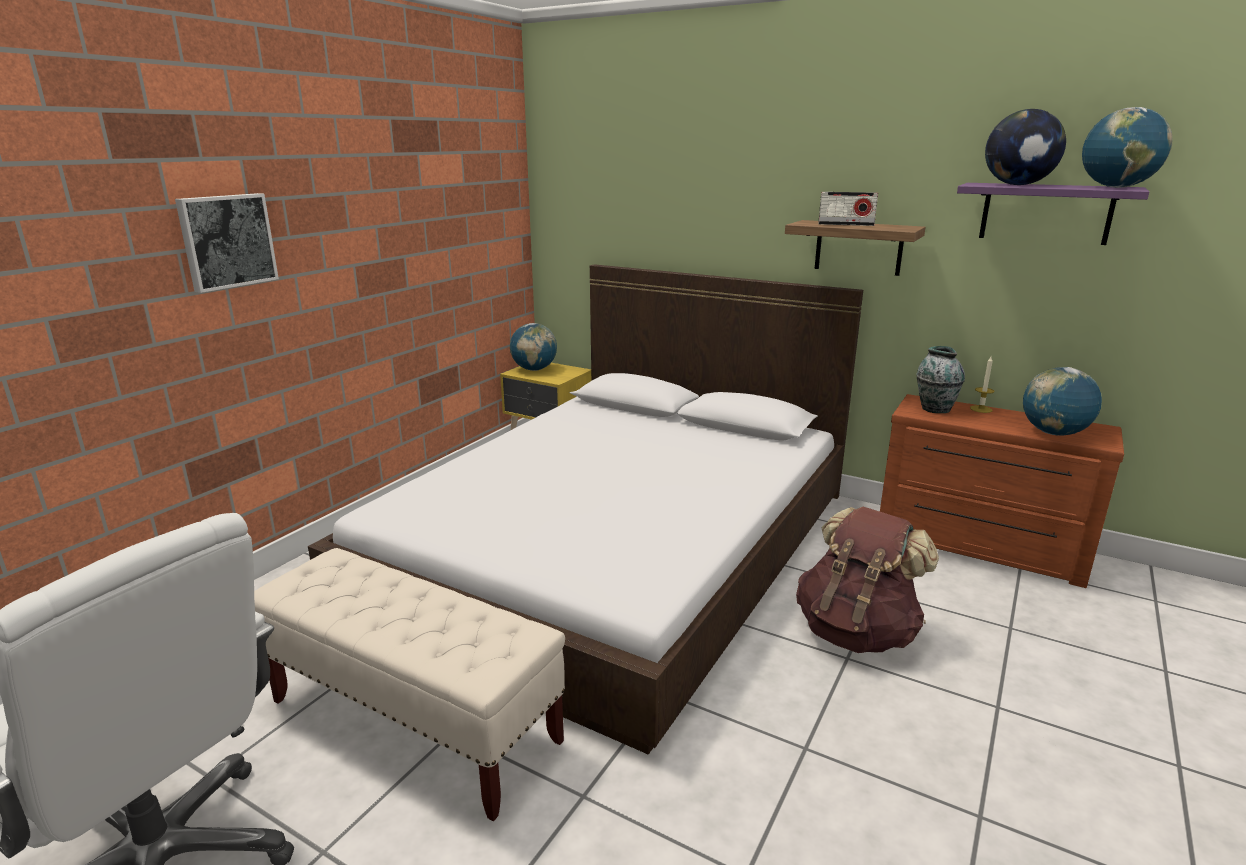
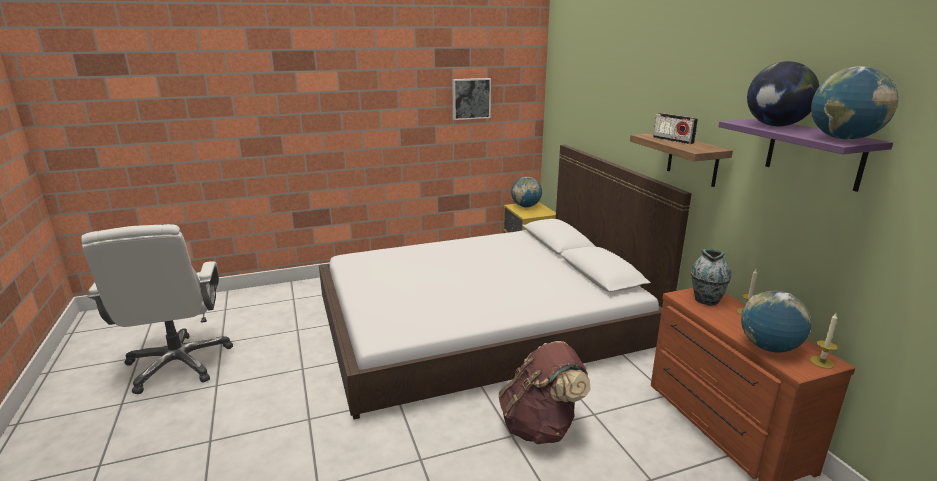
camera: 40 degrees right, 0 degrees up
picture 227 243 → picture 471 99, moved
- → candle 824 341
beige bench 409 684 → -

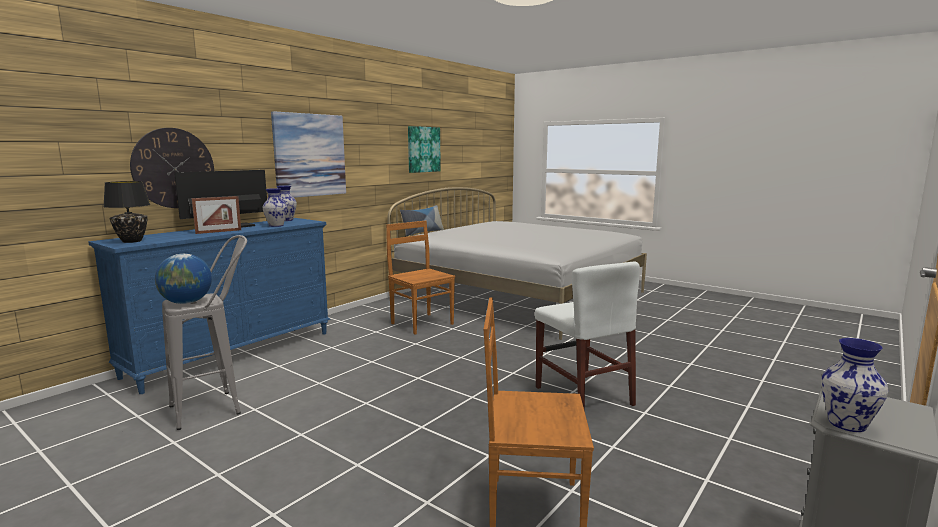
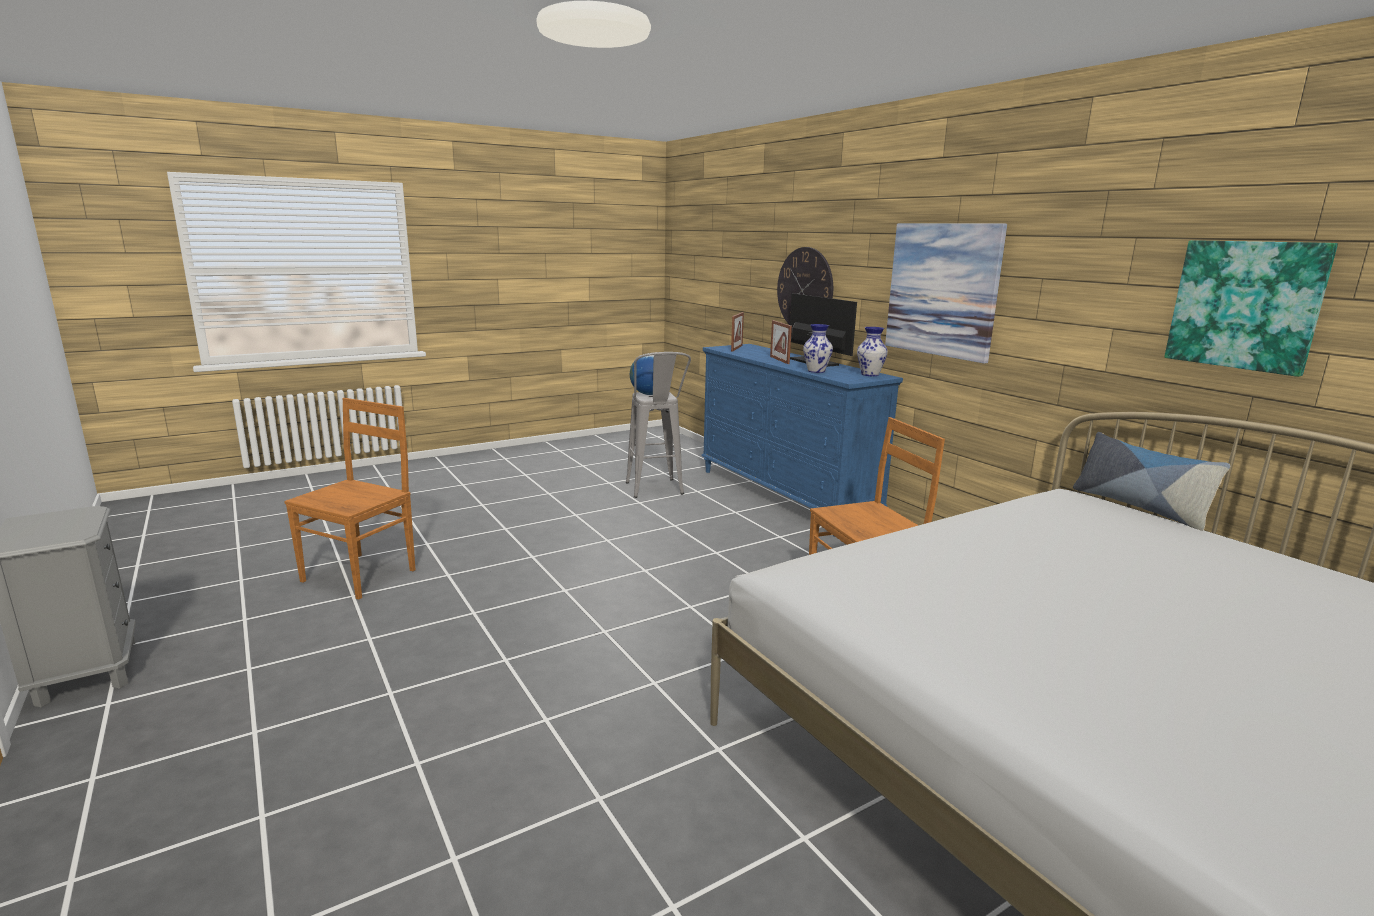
camera: 110 degrees right, 5 degrees up
black table lamp 126 212 → picture frame 737 332
white chair 587 336 → -
vase 855 385 → -

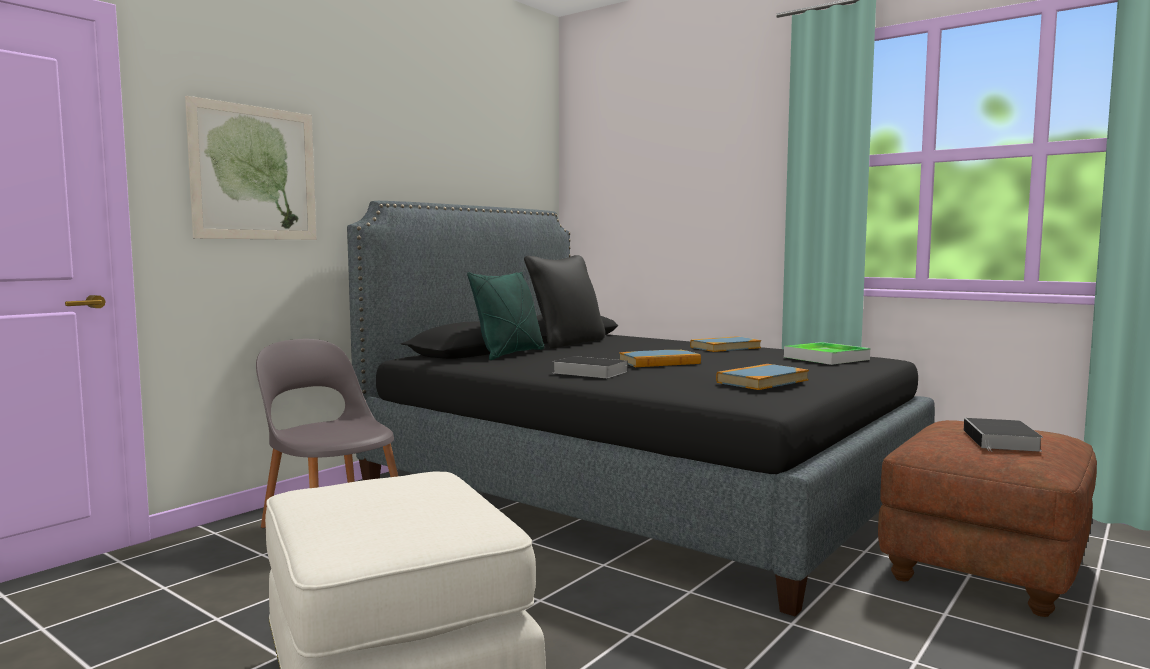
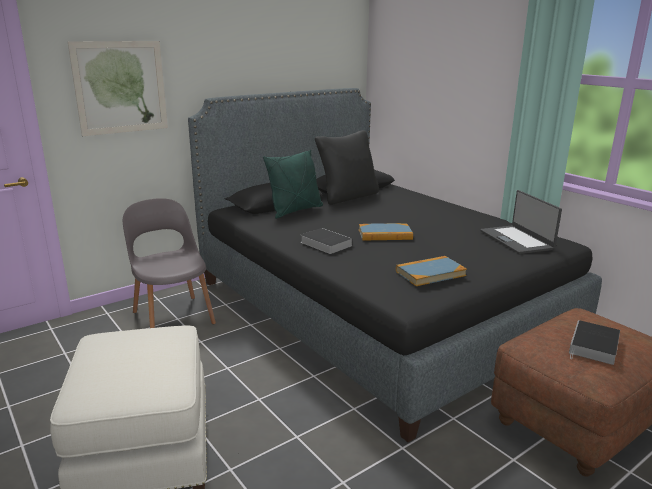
camera: 15 degrees right, 15 degrees up
tray 827 353 → laptop 521 222
book 725 344 → -

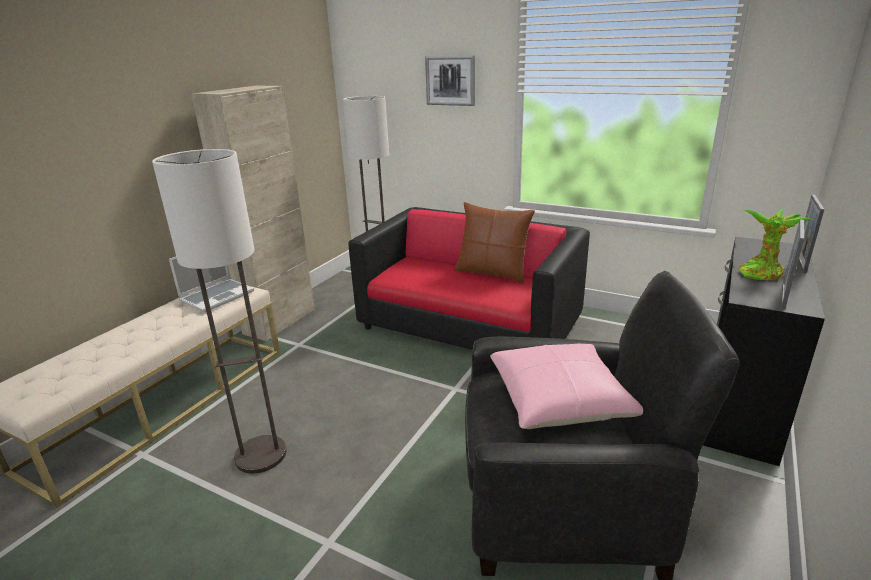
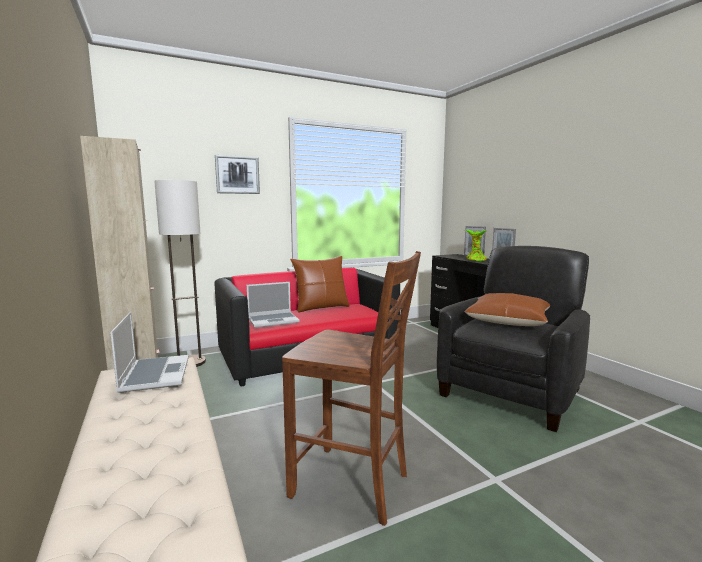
camera: 55 degrees left, 15 degrees down
- → laptop 273 305
floor lamp 219 311 → brown chair 351 388
pink pillow 566 386 → brown pillow 507 309

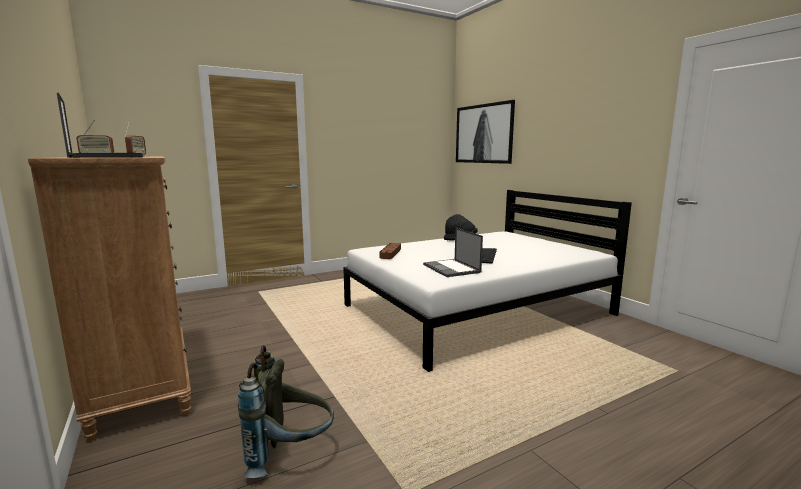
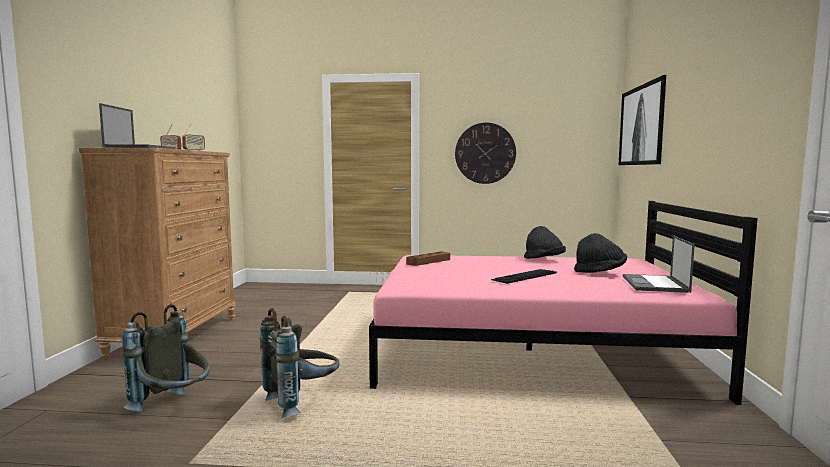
camera: 35 degrees right, 5 degrees down
- → grey backpack 300 363
white bed 487 281 → pink bed 563 303
- → wall clock 485 153
- → black hat 600 253
laptop 453 252 → laptop 659 264, moved

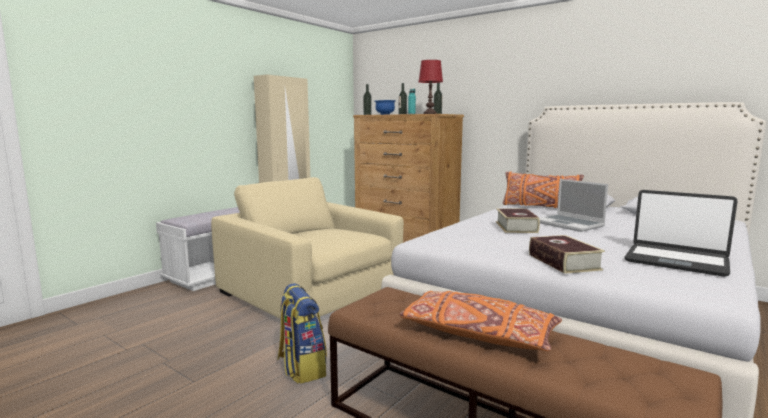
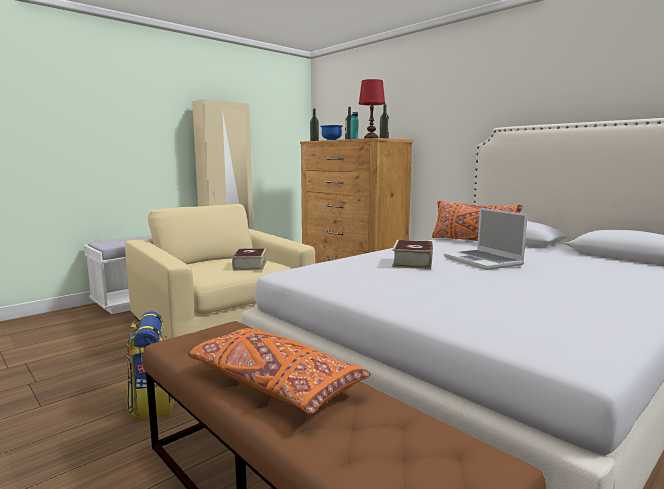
camera: 10 degrees right, 0 degrees up
book 567 254 → book 249 259, moved
laptop 681 233 → -

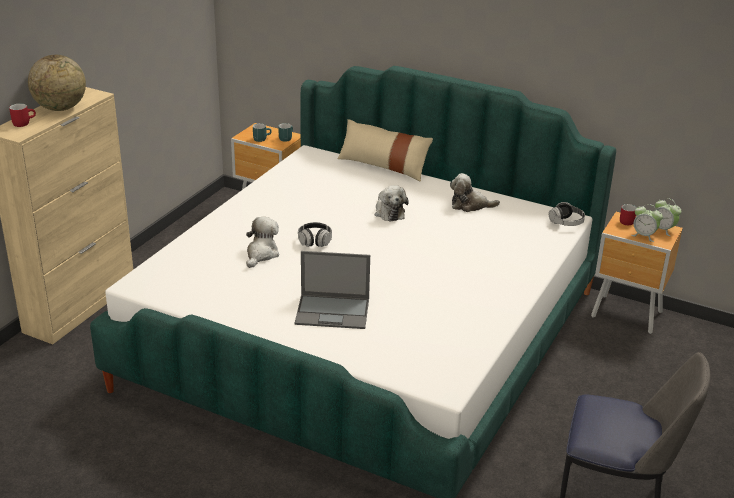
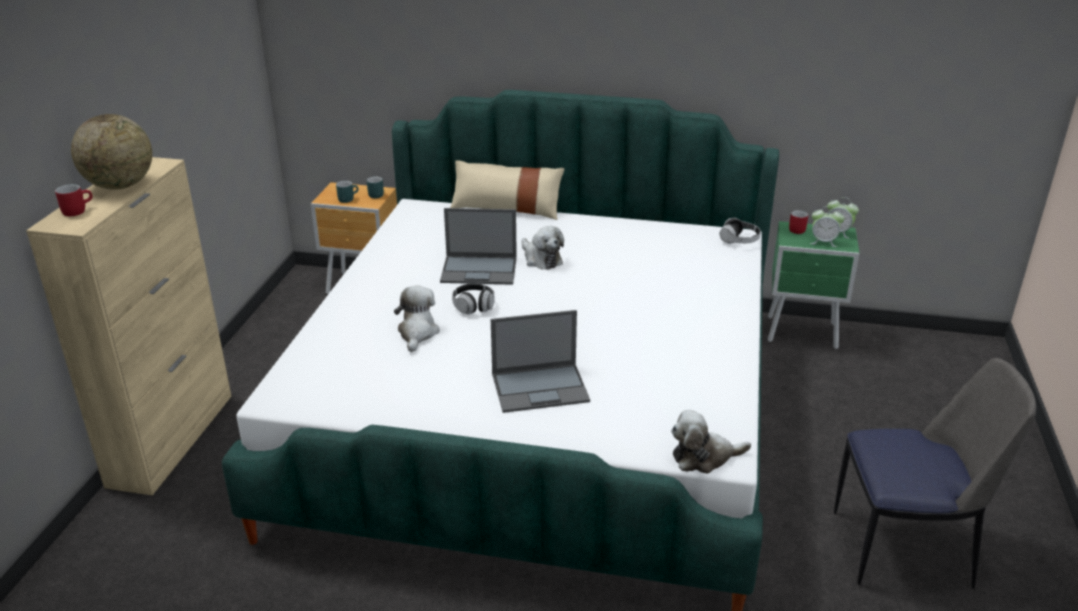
camera: 15 degrees left, 0 degrees up
- → laptop 478 246
plush toy 475 192 → plush toy 711 442, moved
brown nightstand 637 273 → green nightstand 813 285

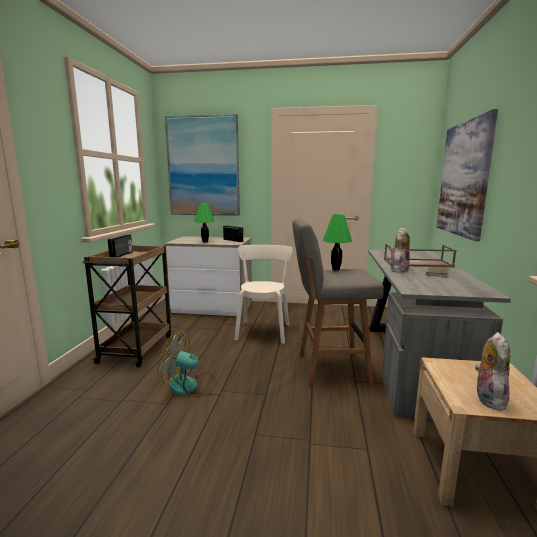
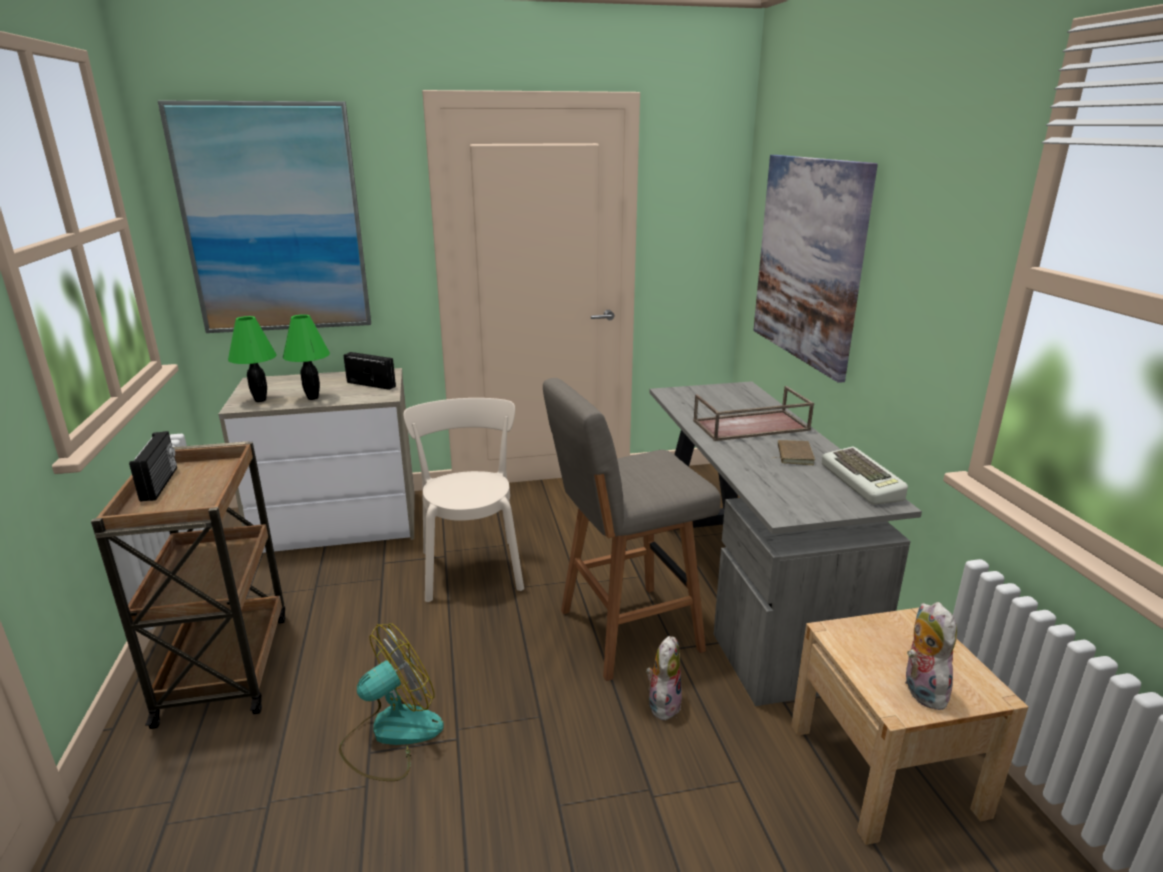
camera: 20 degrees left, 10 degrees up
green table lamp 337 242 → green table lamp 252 359, moved
fan 187 364 → fan 391 702, 150 degrees clockwise
plush toy 400 250 → plush toy 664 678, moved
- → keyboard 865 476

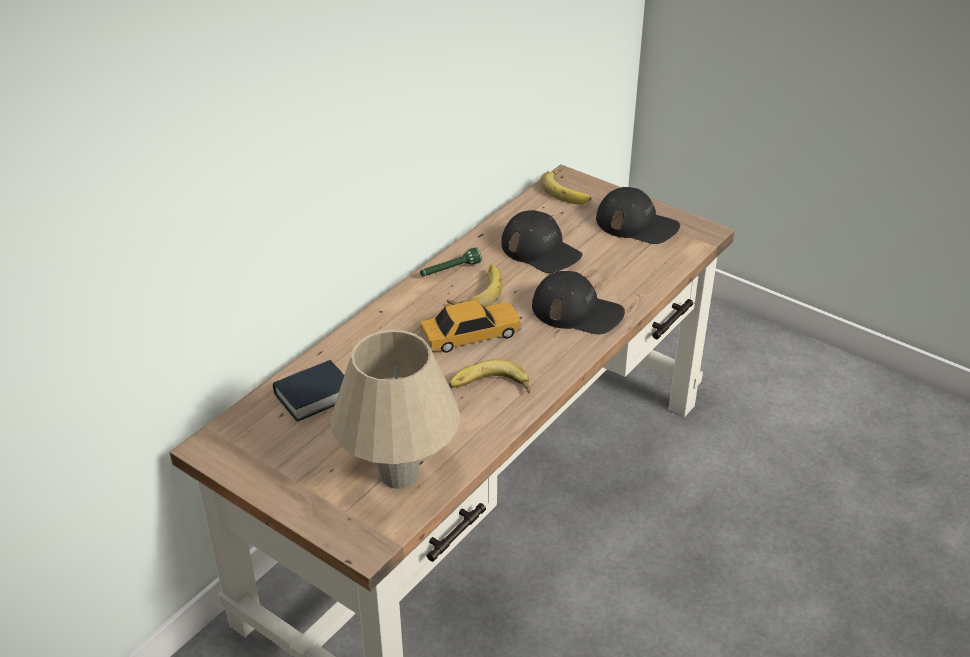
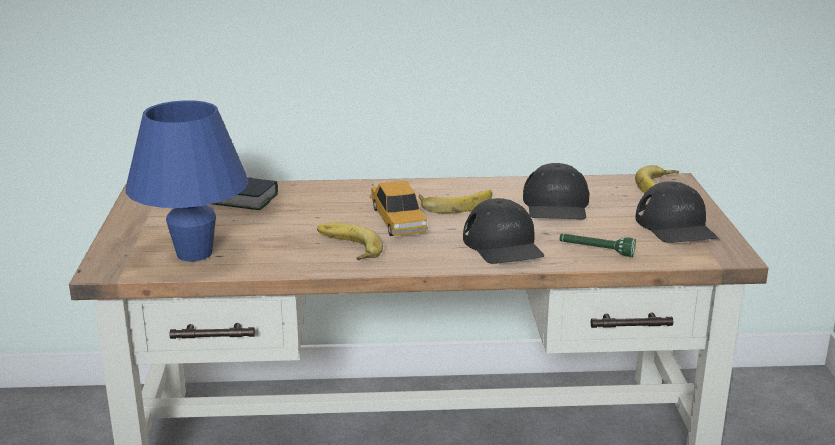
camera: 50 degrees right, 15 degrees down
beige table lamp 395 409 → blue table lamp 187 180
toy car 470 326 → toy car 399 208, 45 degrees clockwise
green flashlight 451 262 → green flashlight 598 245, moved

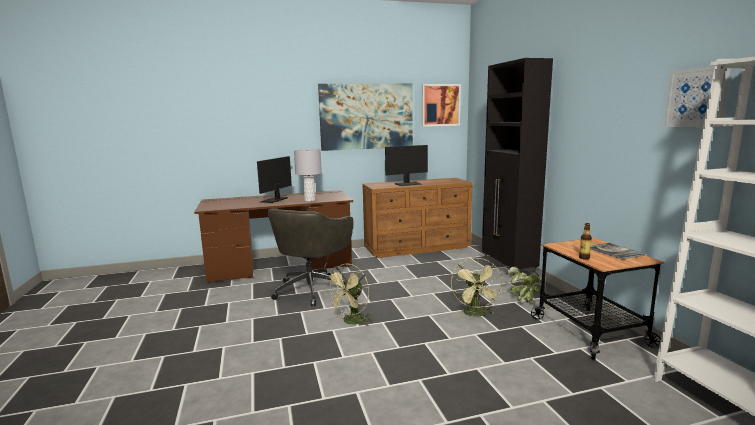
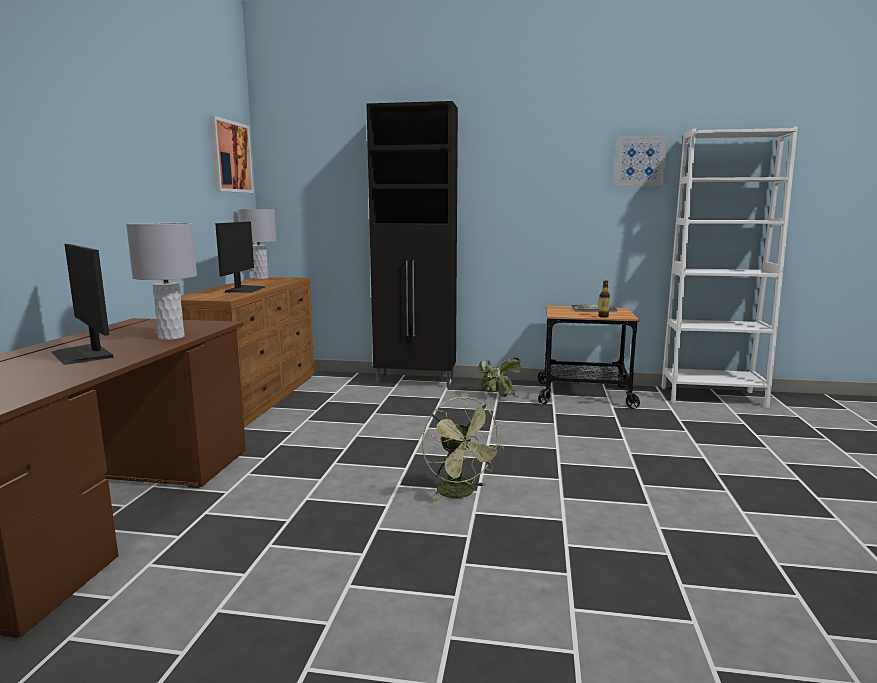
camera: 65 degrees left, 0 degrees up
- → grey table lamp 257 244
grey office chair 310 257 → -
picture 365 117 → -
green fan 476 287 → -

